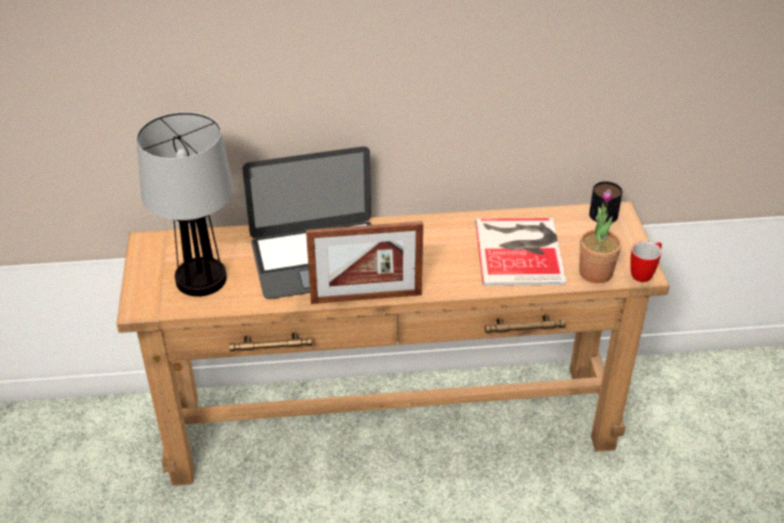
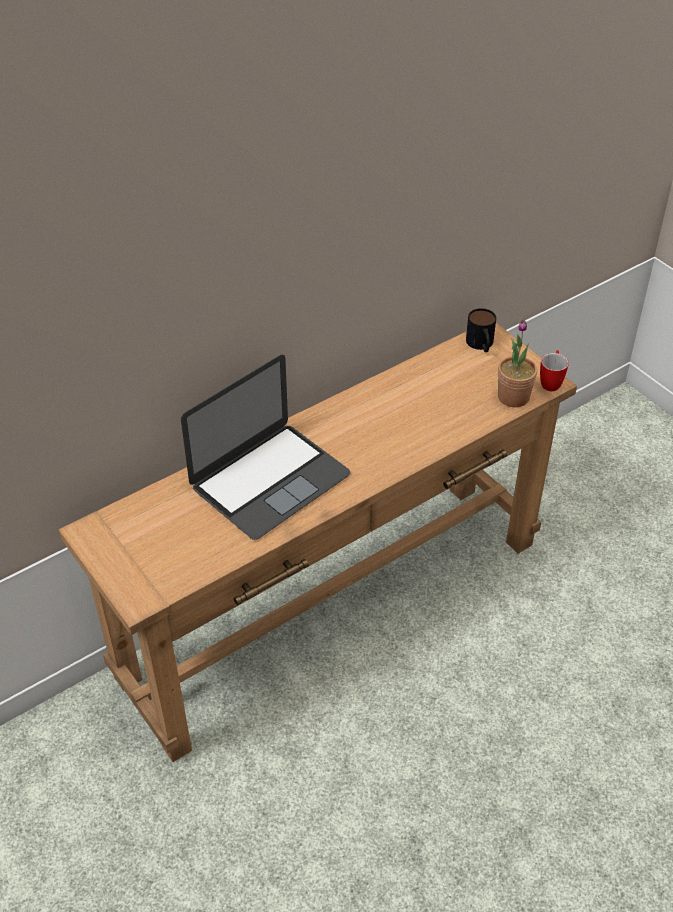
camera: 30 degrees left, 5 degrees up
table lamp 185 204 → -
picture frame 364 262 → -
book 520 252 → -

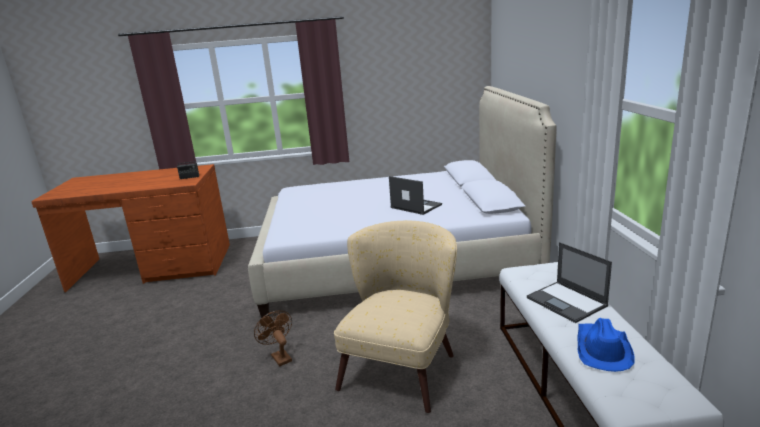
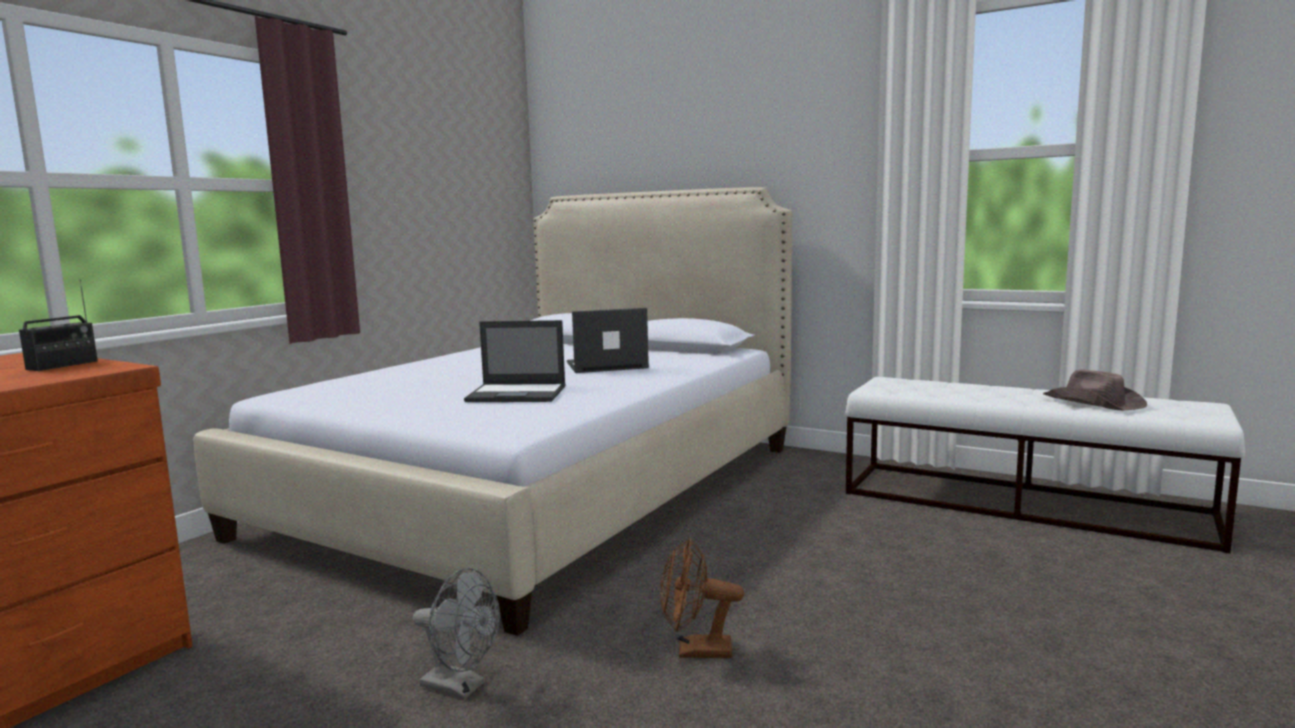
camera: 55 degrees left, 10 degrees down
- → grey fan 456 633
laptop 569 282 → laptop 514 361, moved
blue hat 606 345 → brown hat 1095 389
beige armchair 395 317 → -

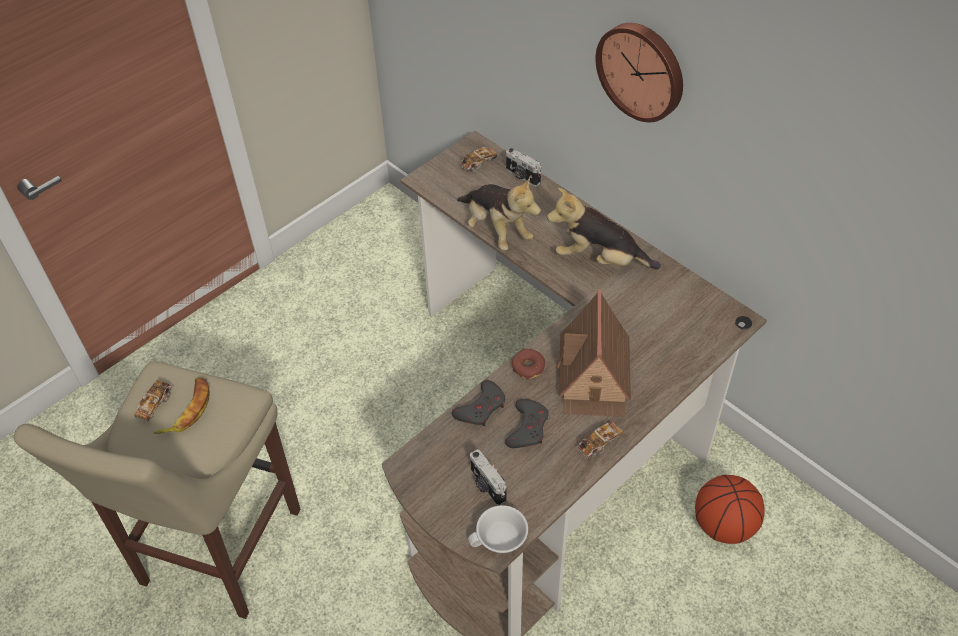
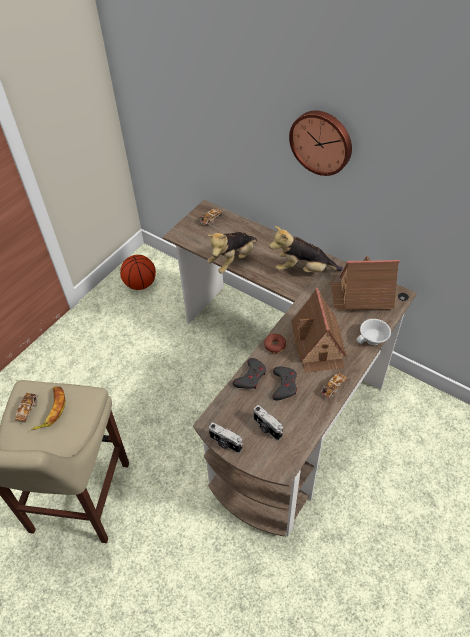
camera: 10 degrees left, 0 degrees up
basketball 730 509 → basketball 138 272, moved
plush toy 499 213 → plush toy 232 252, 90 degrees clockwise
photo camera 523 167 → photo camera 226 437, moved
- → toy house 365 283
white cup 498 529 → white cup 373 332, moved

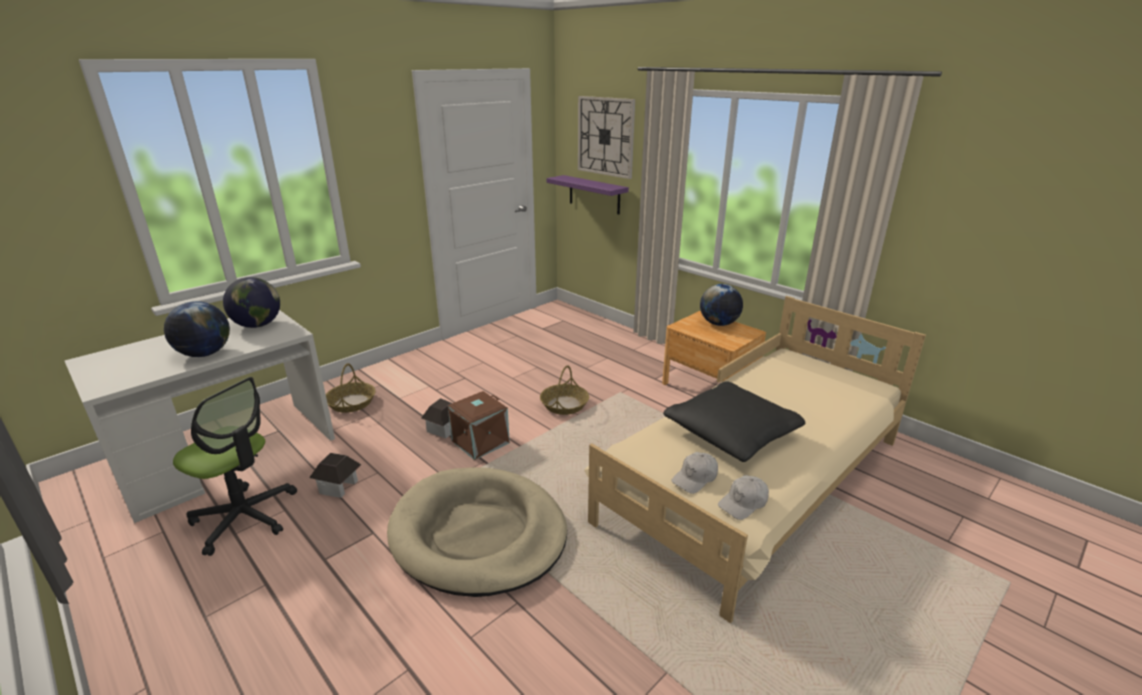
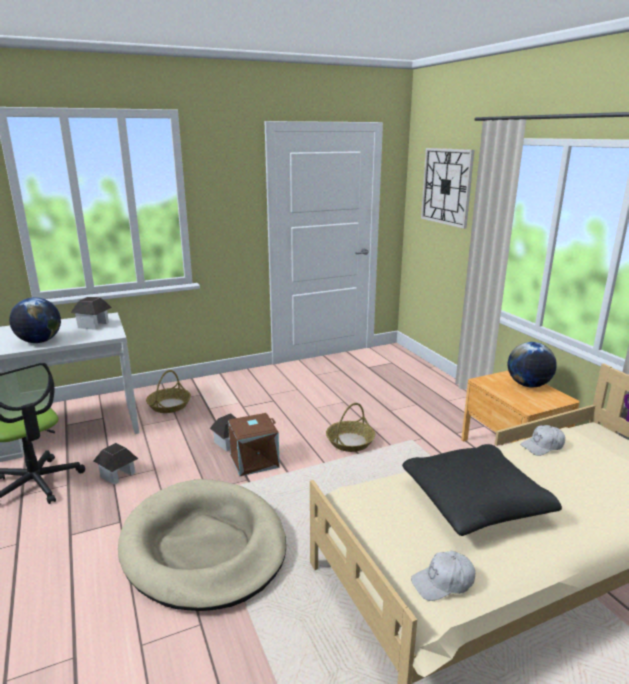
camera: 20 degrees right, 5 degrees down
globe 251 302 → toy house 91 313
white cap 694 473 → white cap 542 440, moved
purple shelf 587 194 → -

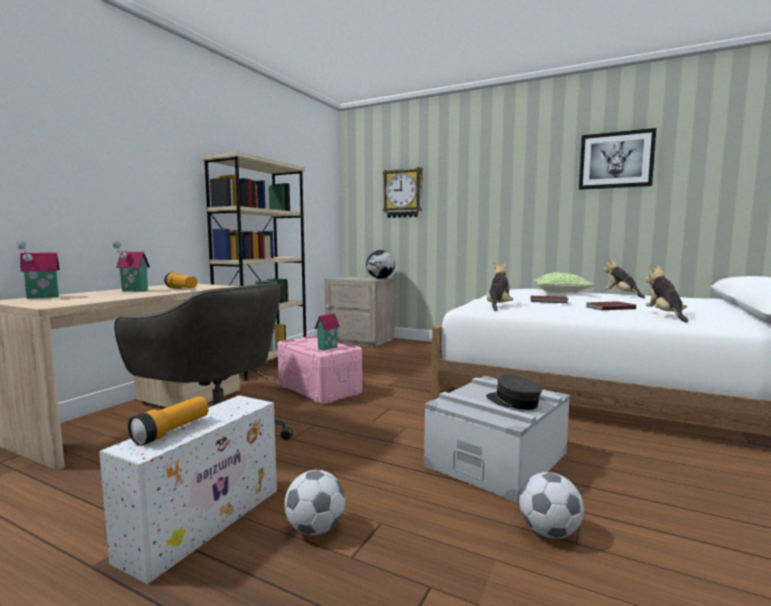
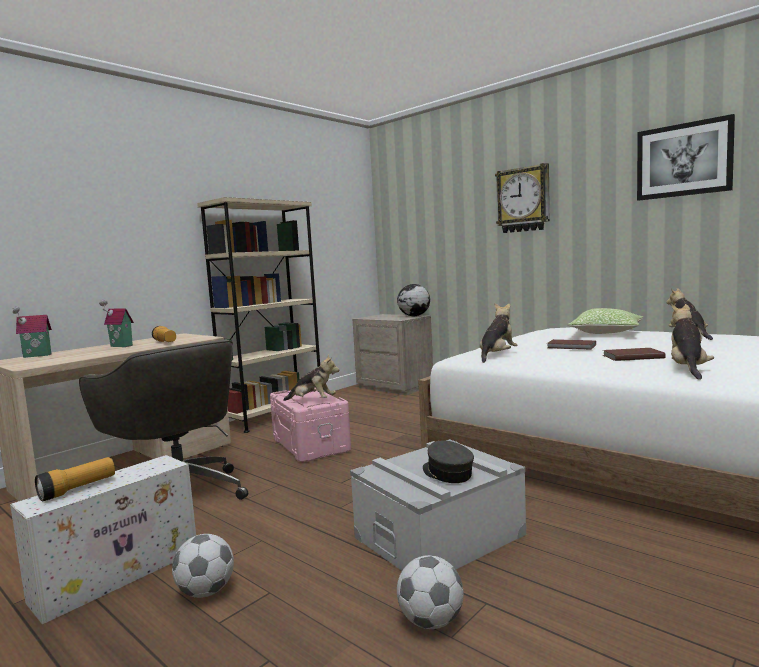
camera: 15 degrees right, 0 degrees up
toy house 327 327 → plush toy 311 378
wall clock 403 192 → wall clock 522 198, moved

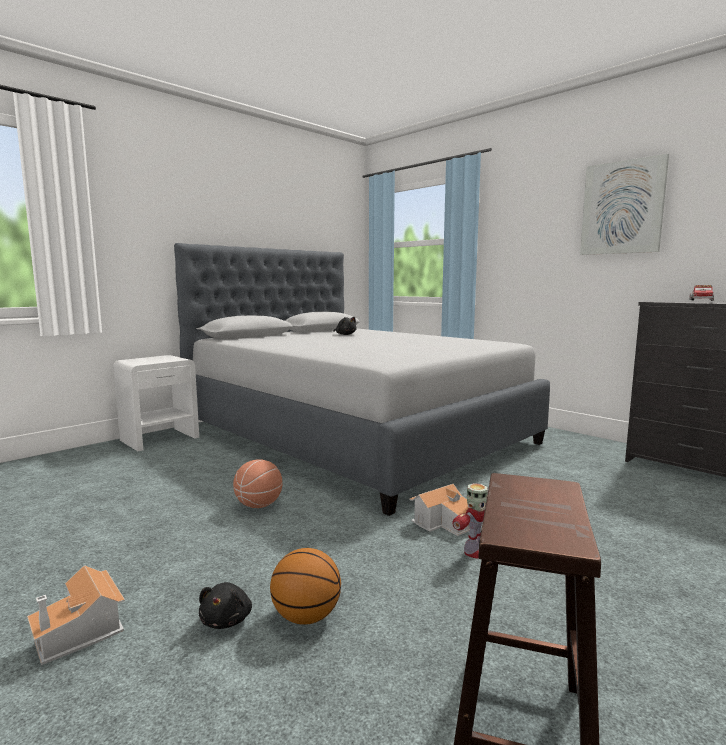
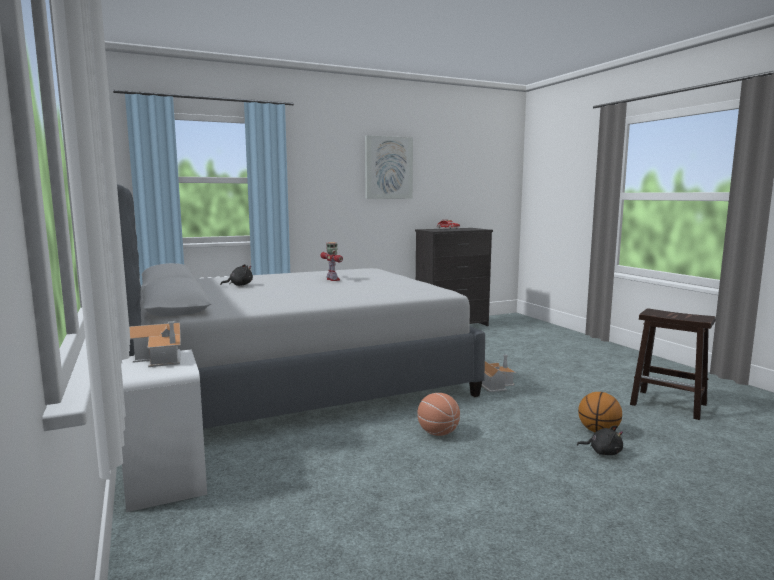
camera: 70 degrees left, 0 degrees up
toy house 76 615 → toy house 155 344, moved
toy robot 470 521 → toy robot 331 261, moved

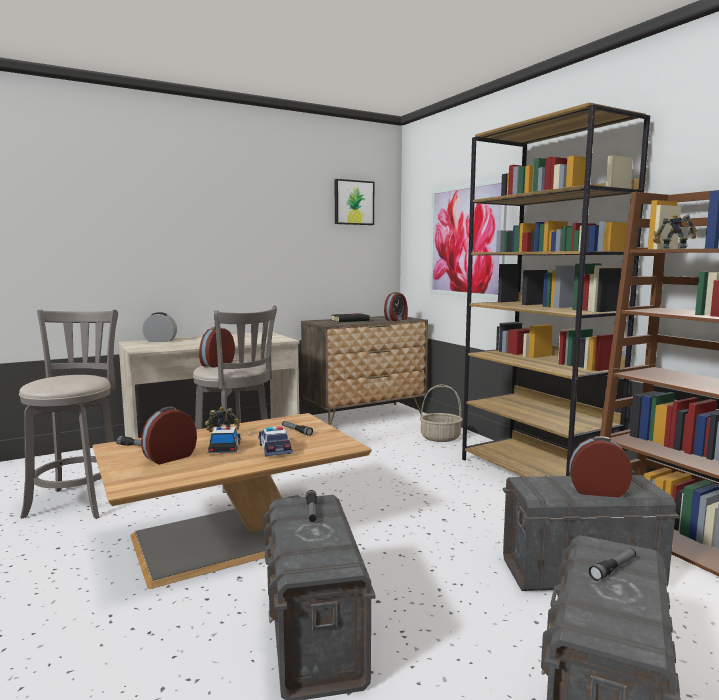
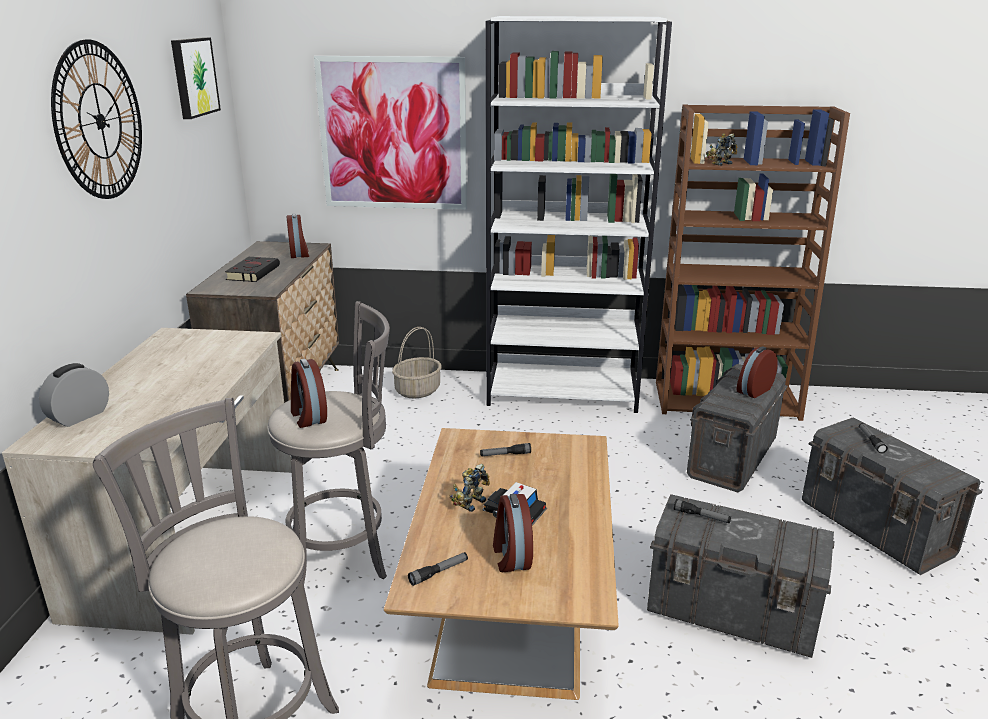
camera: 55 degrees left, 15 degrees up
- → wall clock 96 119
brown bookcase 556 289 → white bookcase 579 214
toy car 275 441 → -

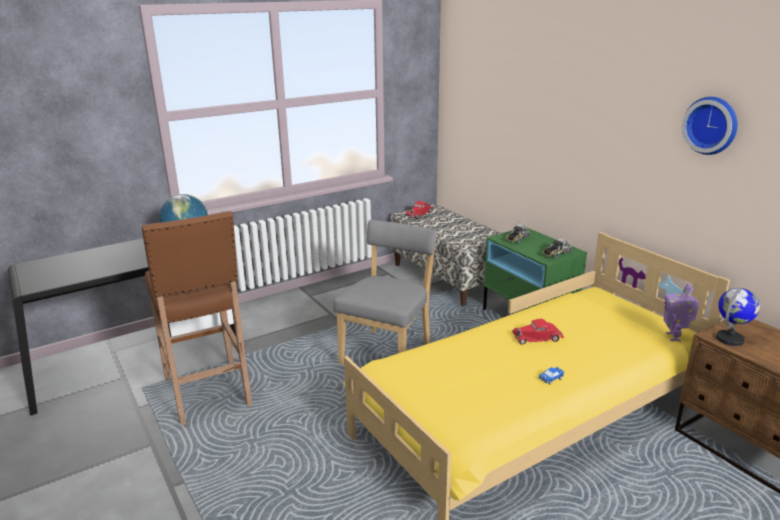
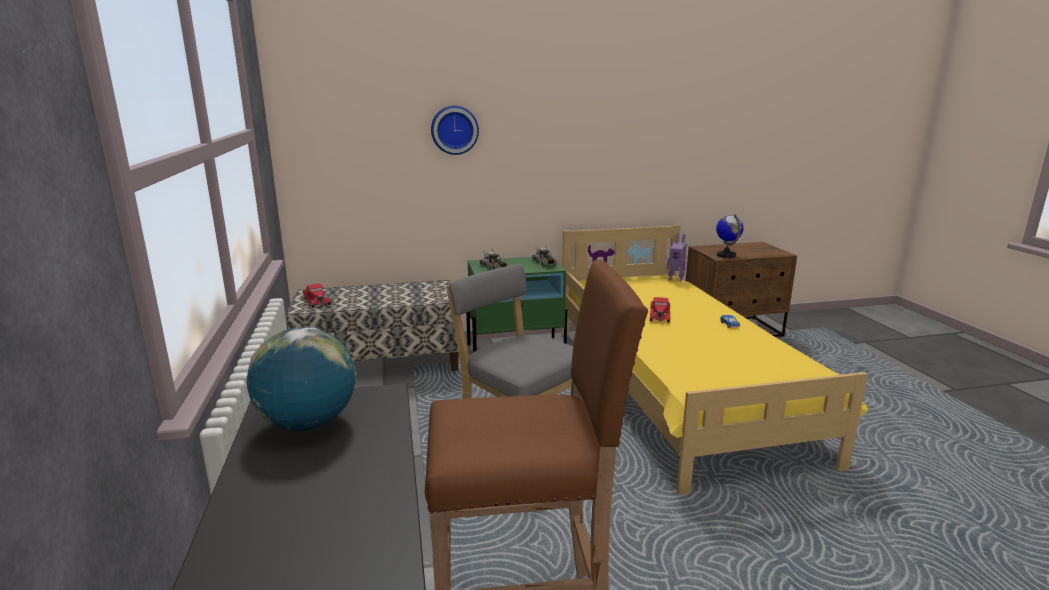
camera: 70 degrees left, 5 degrees down
wall clock 710 126 → wall clock 455 130, moved

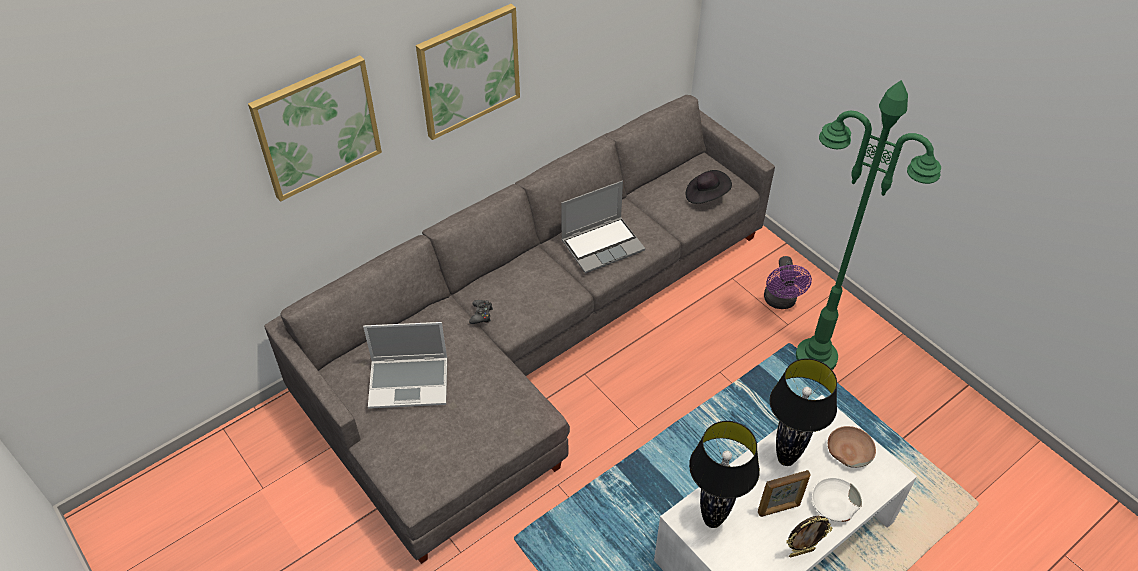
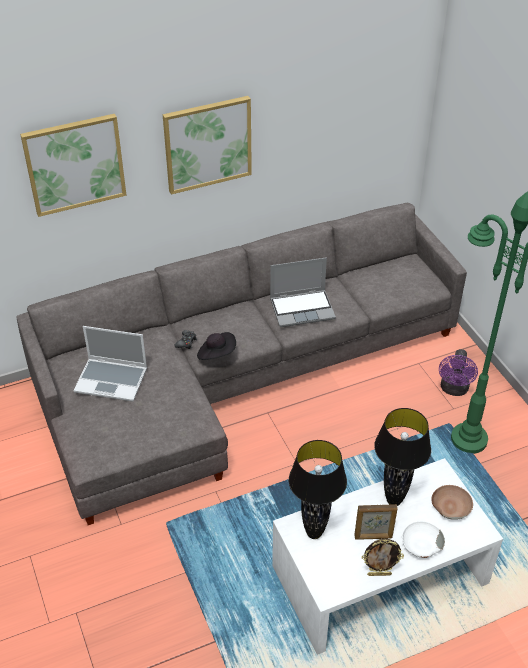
camera: 15 degrees right, 5 degrees down
black hat 708 187 → black hat 216 346, moved

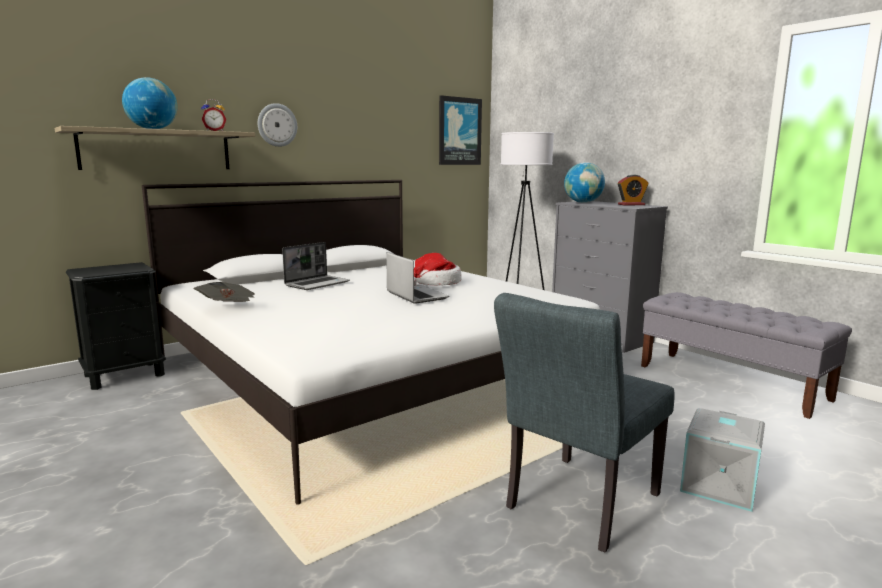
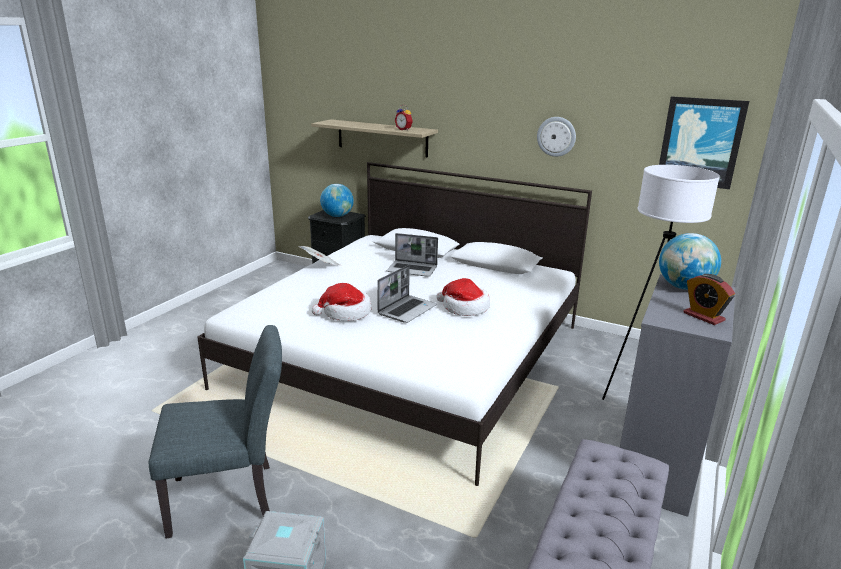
camera: 65 degrees right, 10 degrees up
grey chair 584 422 → grey chair 215 431, 150 degrees clockwise
- → hat 341 302
globe 149 103 → globe 337 200, moved
wall clock 277 125 → wall clock 556 137, moved

